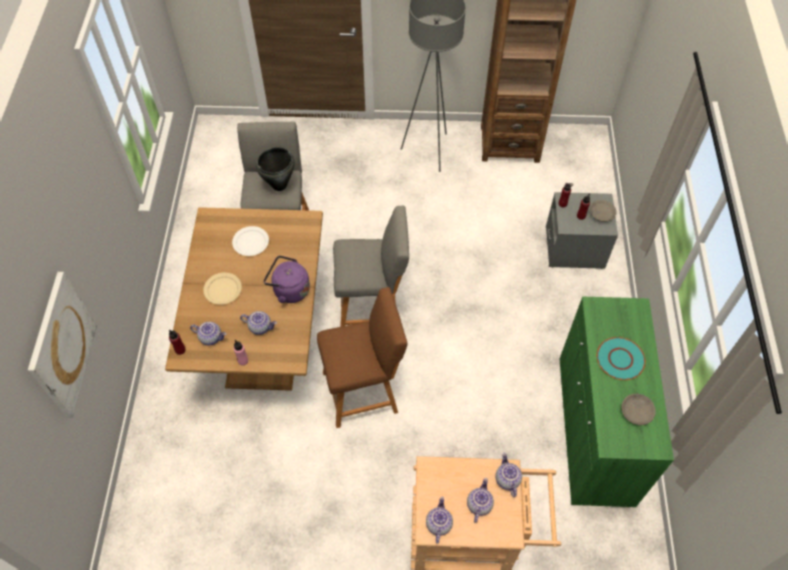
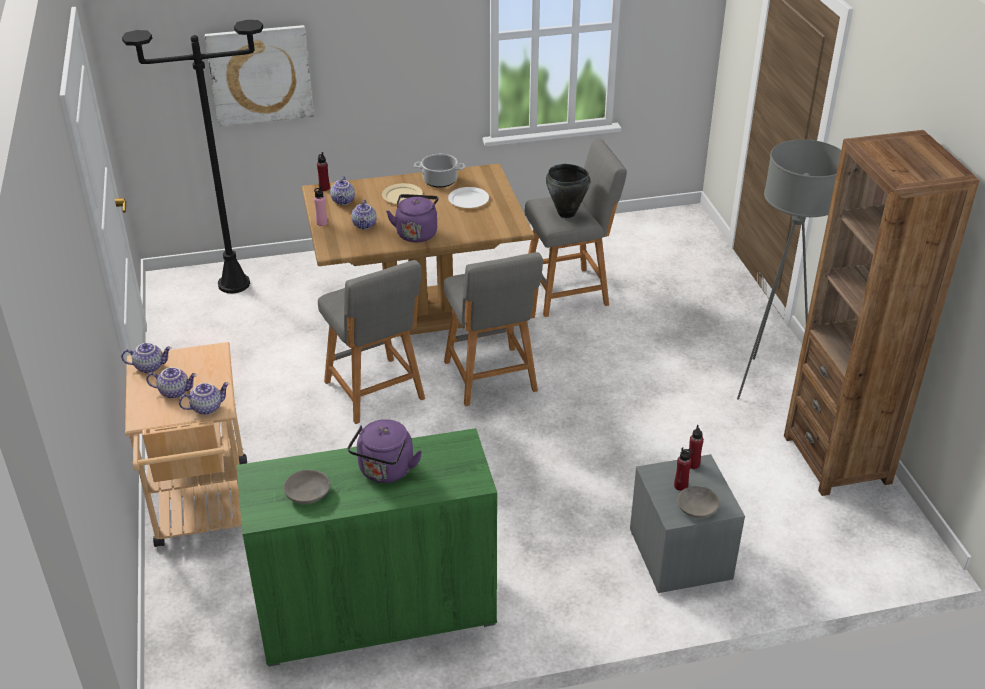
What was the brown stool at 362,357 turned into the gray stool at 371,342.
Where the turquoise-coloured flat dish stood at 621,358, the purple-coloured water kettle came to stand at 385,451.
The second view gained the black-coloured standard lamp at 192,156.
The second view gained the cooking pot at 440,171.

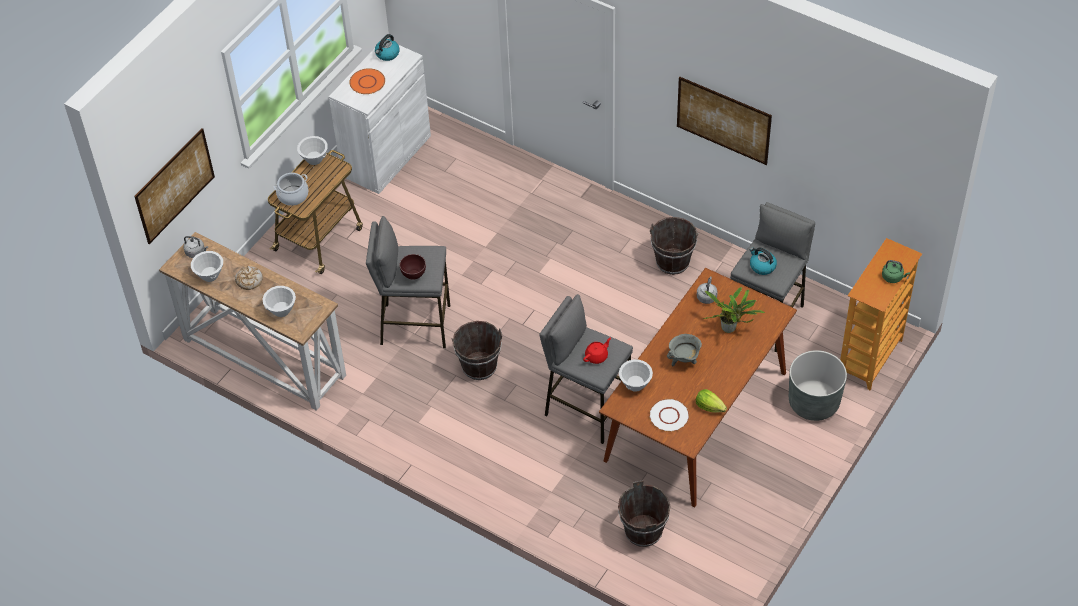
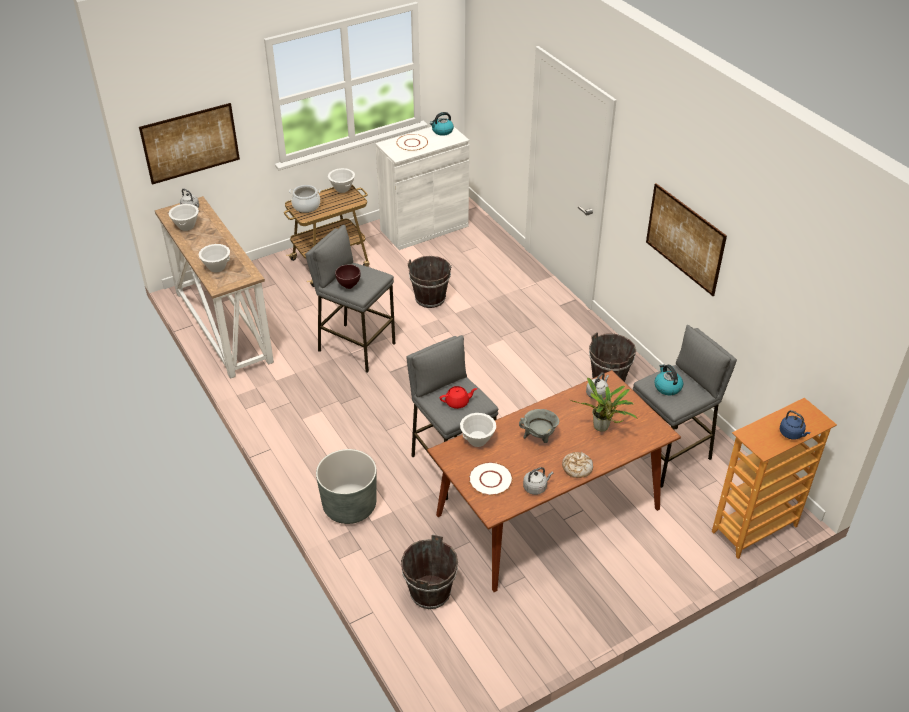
What was the orangey flat dish at 367,81 turned into the white-coloured flat dish at 412,142.
What was the greenish water kettle at 896,271 turned into the bluish water kettle at 795,425.
The baked bread ended up elsewhere, having gone from 249,278 to 577,465.
The brown bucket ended up elsewhere, having gone from 477,350 to 430,282.
The gray planter ended up elsewhere, having gone from 818,385 to 346,486.
Where the lettuce head stood at 711,401, the gray water kettle came to stand at 538,481.

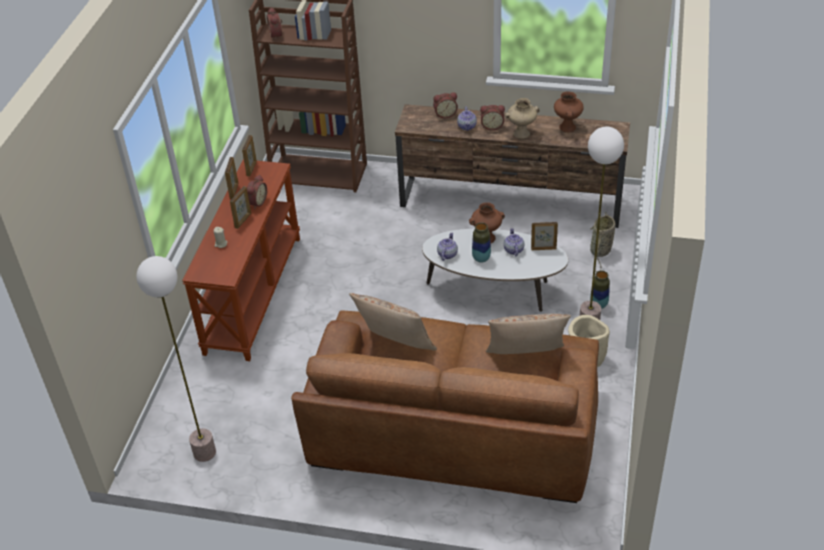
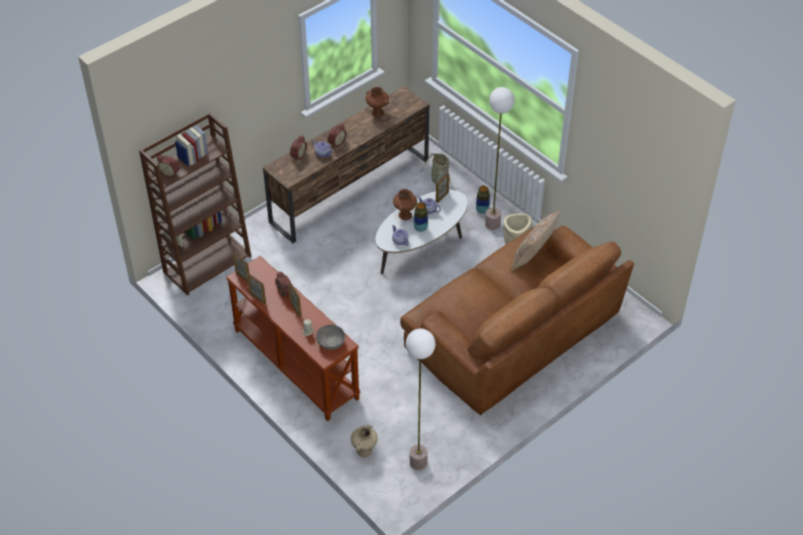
The beige flower vase ended up elsewhere, having gone from 522,118 to 364,441.
The second view lost the beige pillow at 393,321.
The second view gained the gray deep dish at 330,337.

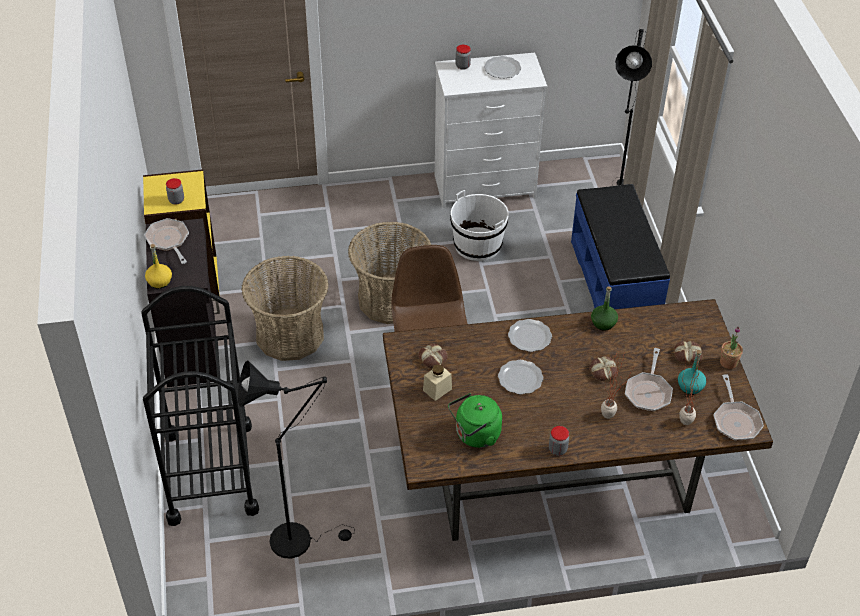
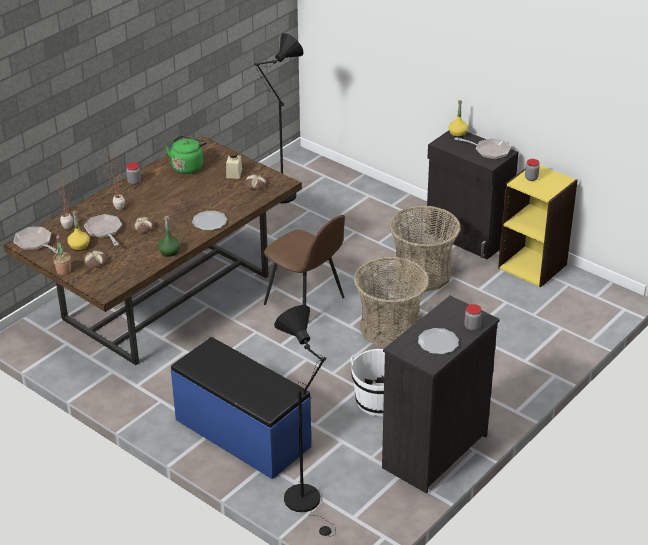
What was the white-coloured dresser at 491,130 turned into the black-coloured dresser at 441,394.
The second view lost the black-coloured trolley at 200,406.
What was the turquoise-coloured drink bottle at 692,372 turned into the yellowish drink bottle at 78,231.
The second view lost the flat dish at 520,377.

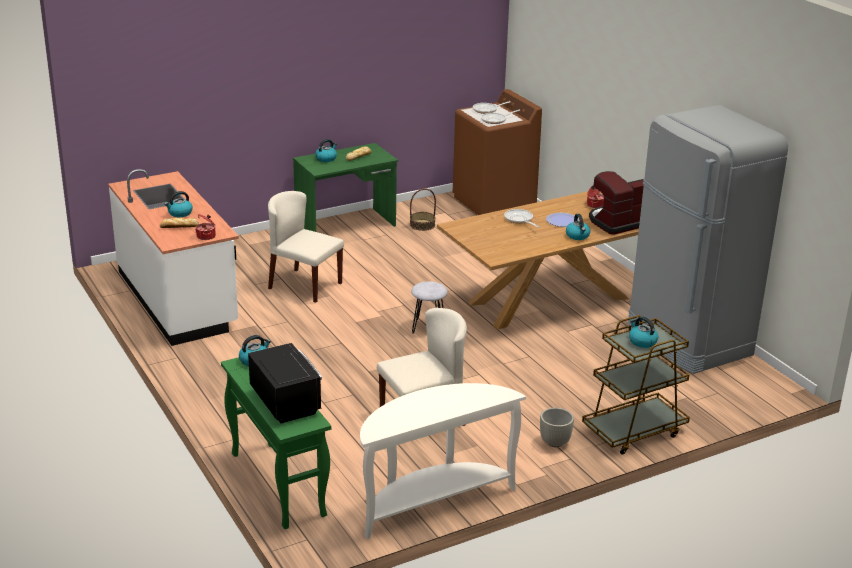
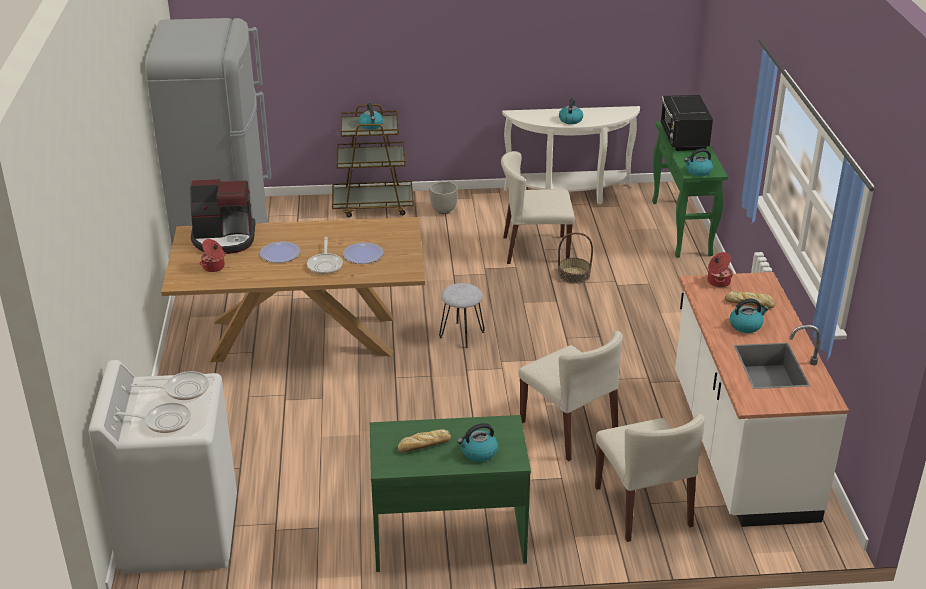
What was the brown laundry machine at 497,152 turned into the white-coloured laundry machine at 163,467.
The storage basket ended up elsewhere, having gone from 423,209 to 575,258.
The water kettle ended up elsewhere, having gone from 578,227 to 571,111.
The second view gained the flat dish at 363,253.
The second view gained the beige upright chair at 650,478.

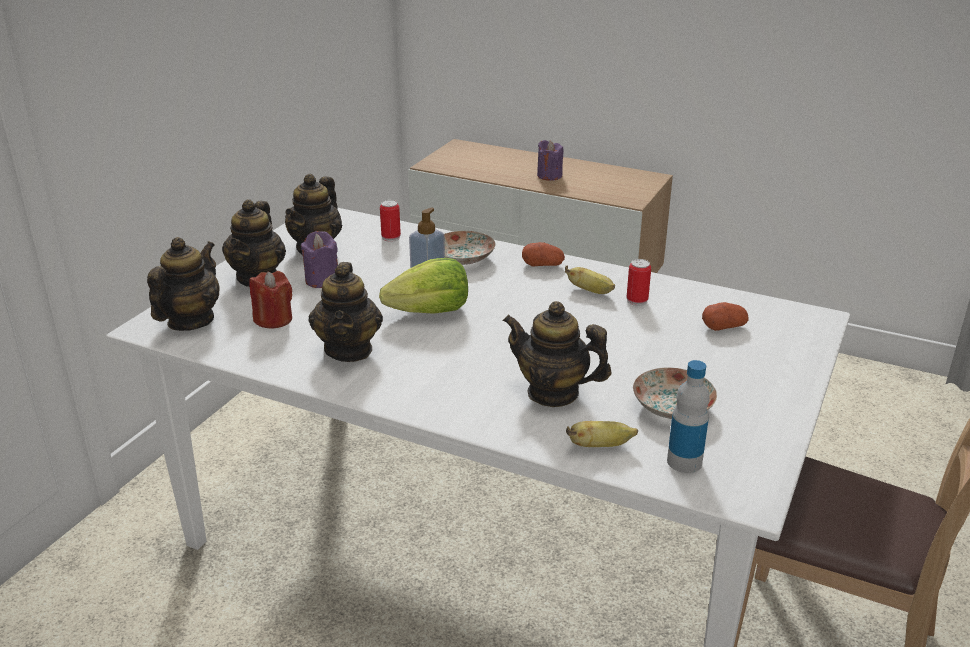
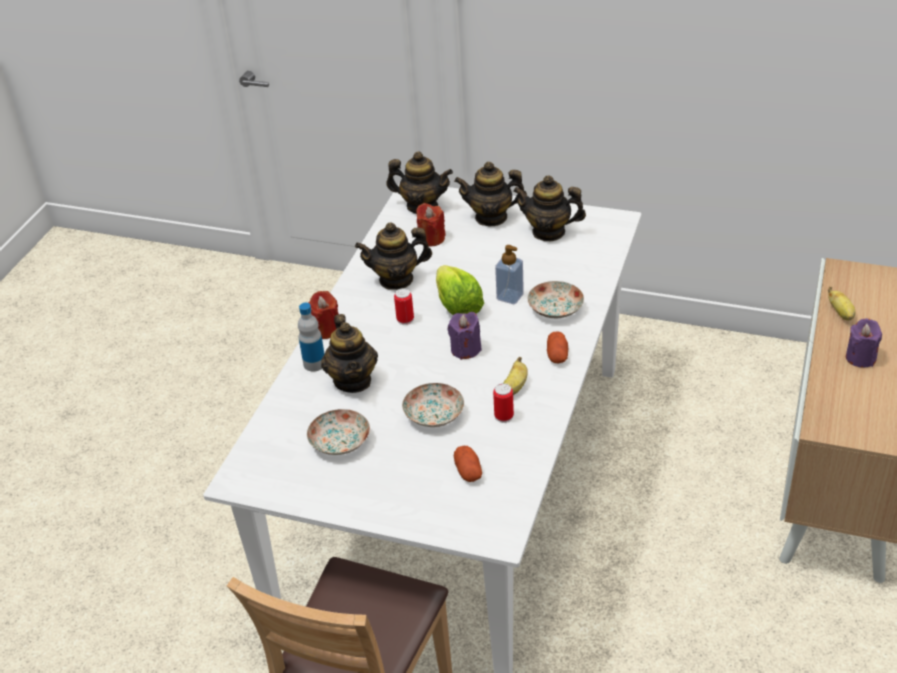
The can ended up elsewhere, having gone from 390,221 to 404,306.
The purple-coloured wax light ended up elsewhere, having gone from 319,259 to 464,336.
The tea pot at 557,354 ended up facing another way, 150 degrees clockwise from before.
The drink bottle ended up elsewhere, having gone from 688,416 to 311,337.
The banana ended up elsewhere, having gone from 602,434 to 841,304.
The second view gained the reddish wax light at 323,315.
The second view gained the flat dish at 433,405.

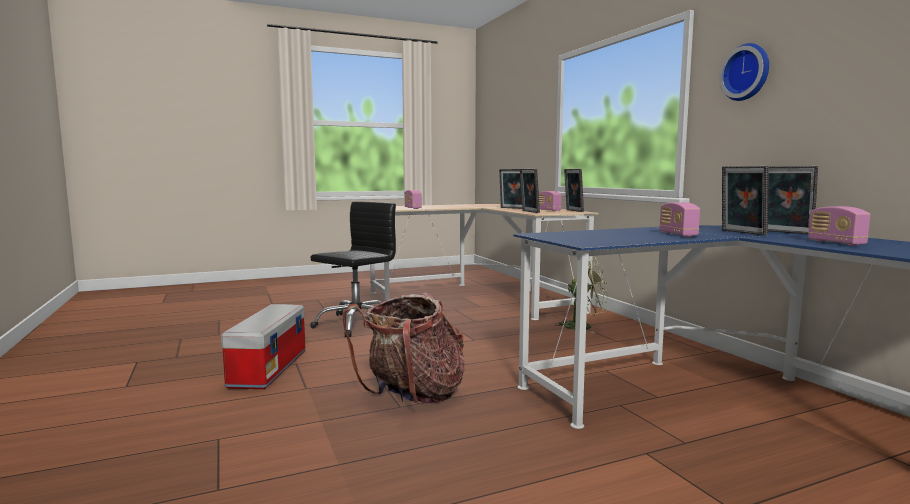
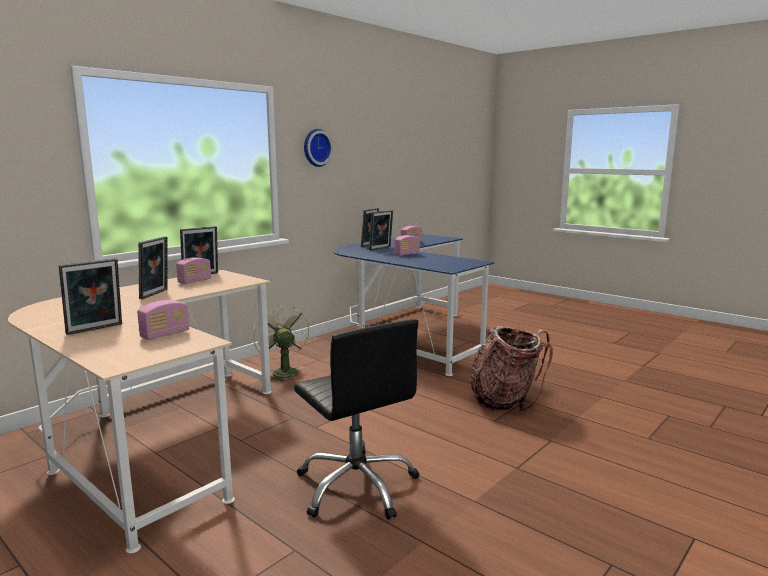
The standing frame ended up elsewhere, having gone from 530,191 to 90,296.
The black-coloured desk chair at 353,269 ended up facing another way, 135 degrees counterclockwise from before.
The second view lost the storage bin at 263,346.

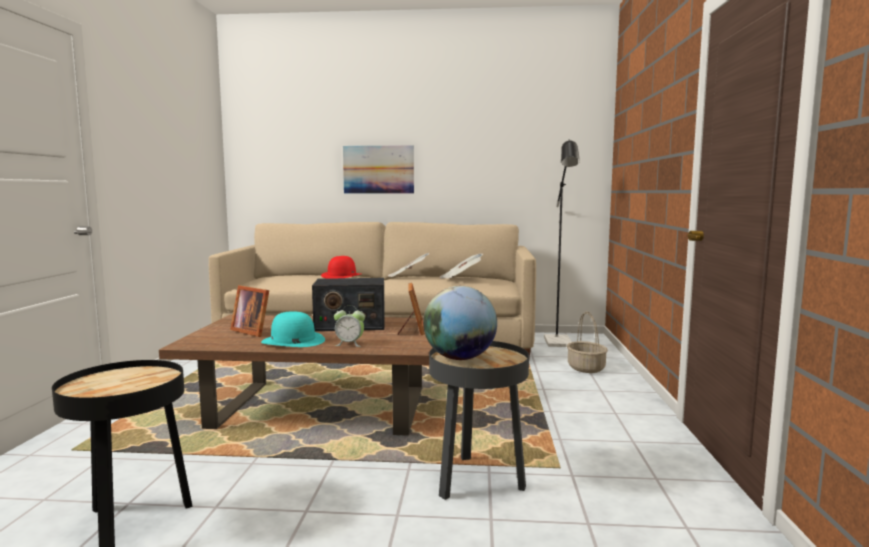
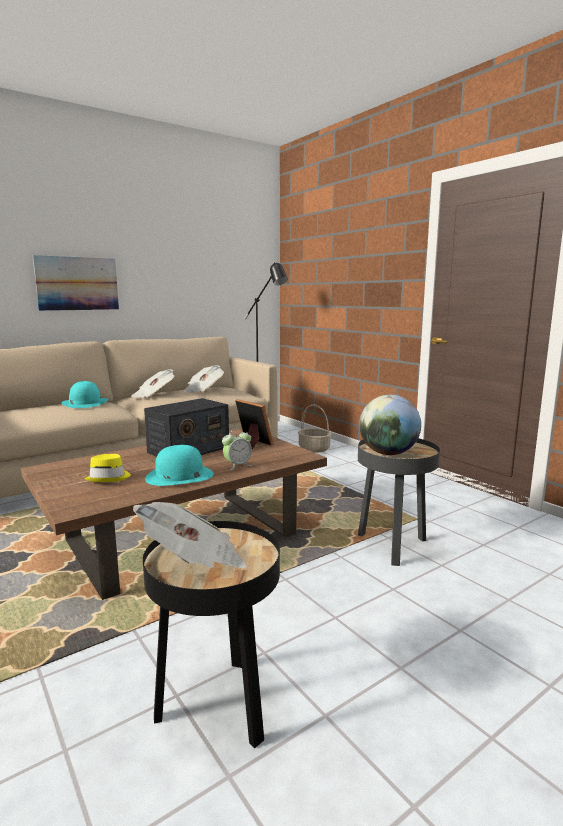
What was the reddish wearable hat at 340,267 turned into the turquoise-coloured wearable hat at 84,394.
Where the standing frame stood at 249,311, the yellowish wearable hat came to stand at 107,468.
The second view gained the printed paper at 190,535.

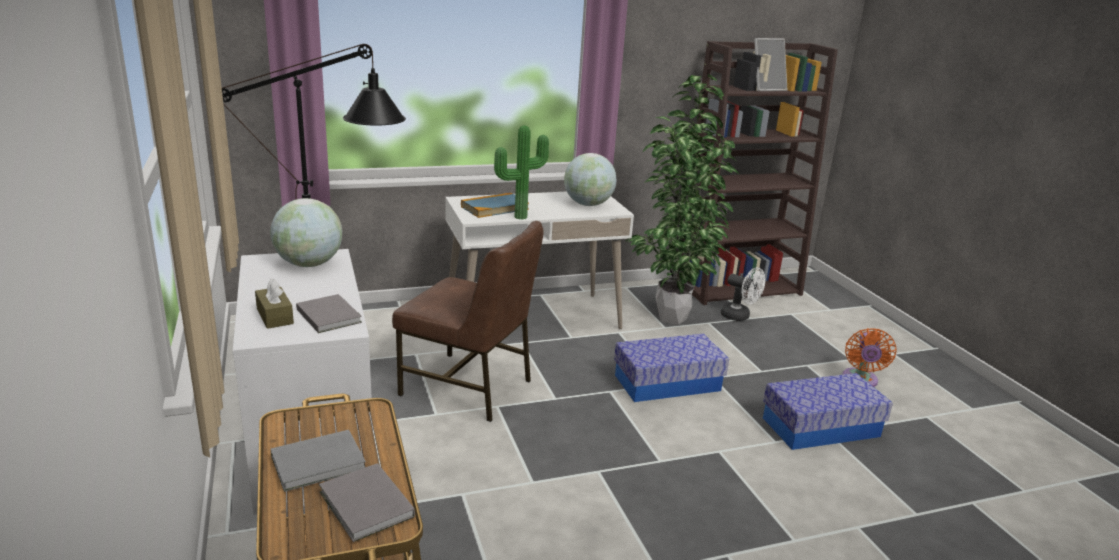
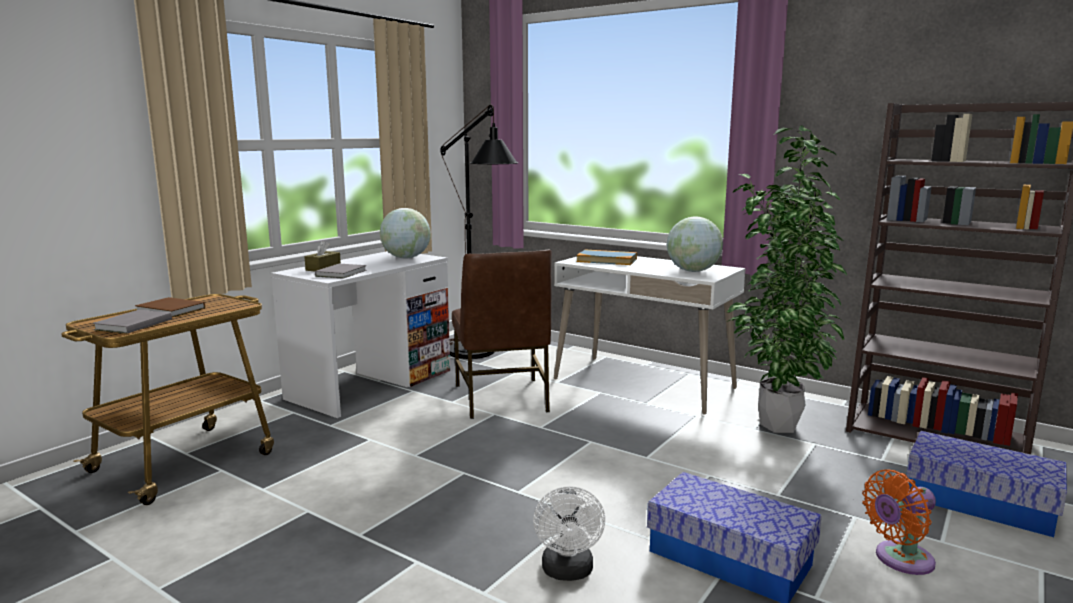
The second view lost the standing frame at 770,64.
The second view lost the houseplant at 521,173.
The white-coloured cooling fan ended up elsewhere, having gone from 743,294 to 569,533.
The storage bin ended up elsewhere, having gone from 671,368 to 986,484.
What was the gray volume at 318,461 turned into the brown volume at 170,307.

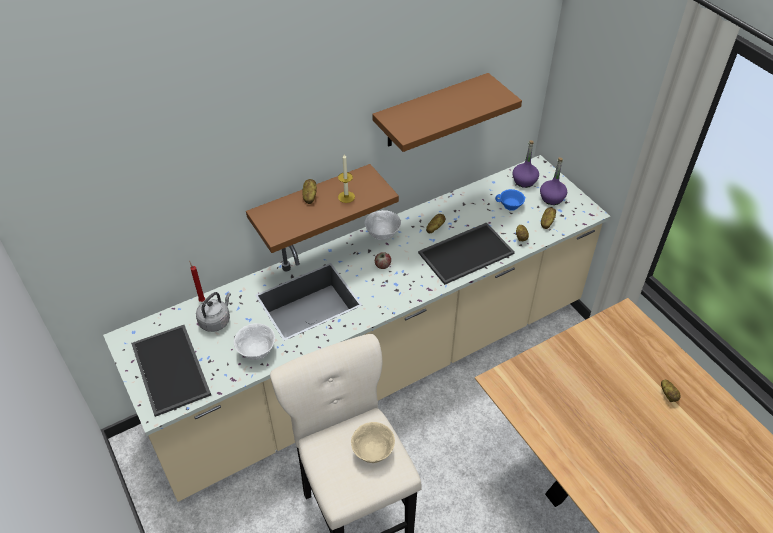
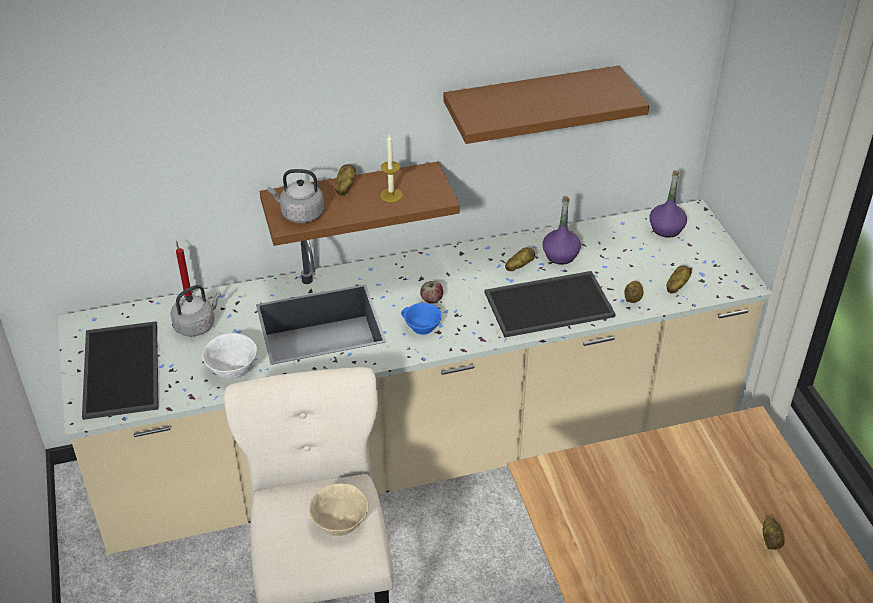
The purple-coloured drink bottle ended up elsewhere, having gone from 553,181 to 561,230.
The bluish drinking cup ended up elsewhere, having gone from 510,200 to 421,319.
The second view lost the white-coloured deep dish at 382,225.
The second view gained the gray water kettle at 295,196.

